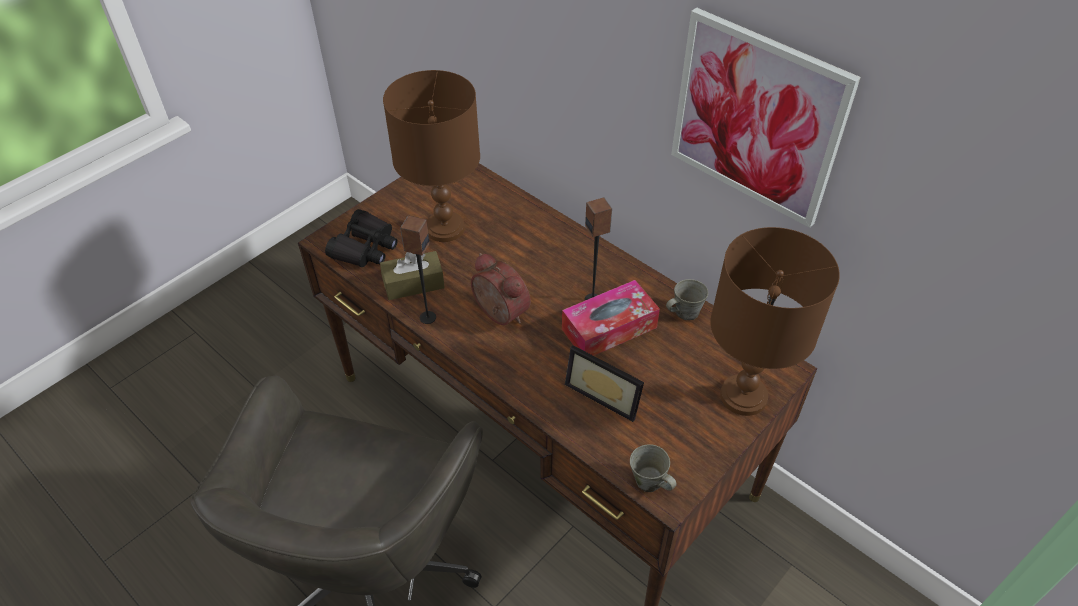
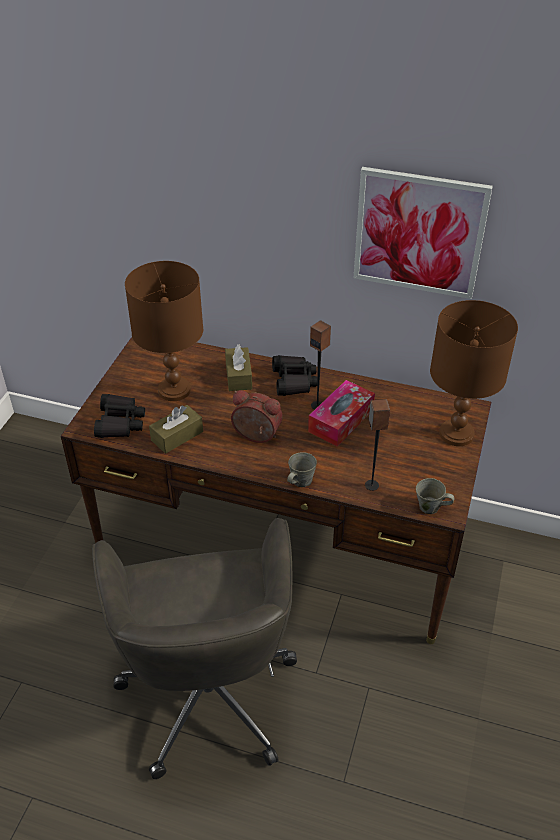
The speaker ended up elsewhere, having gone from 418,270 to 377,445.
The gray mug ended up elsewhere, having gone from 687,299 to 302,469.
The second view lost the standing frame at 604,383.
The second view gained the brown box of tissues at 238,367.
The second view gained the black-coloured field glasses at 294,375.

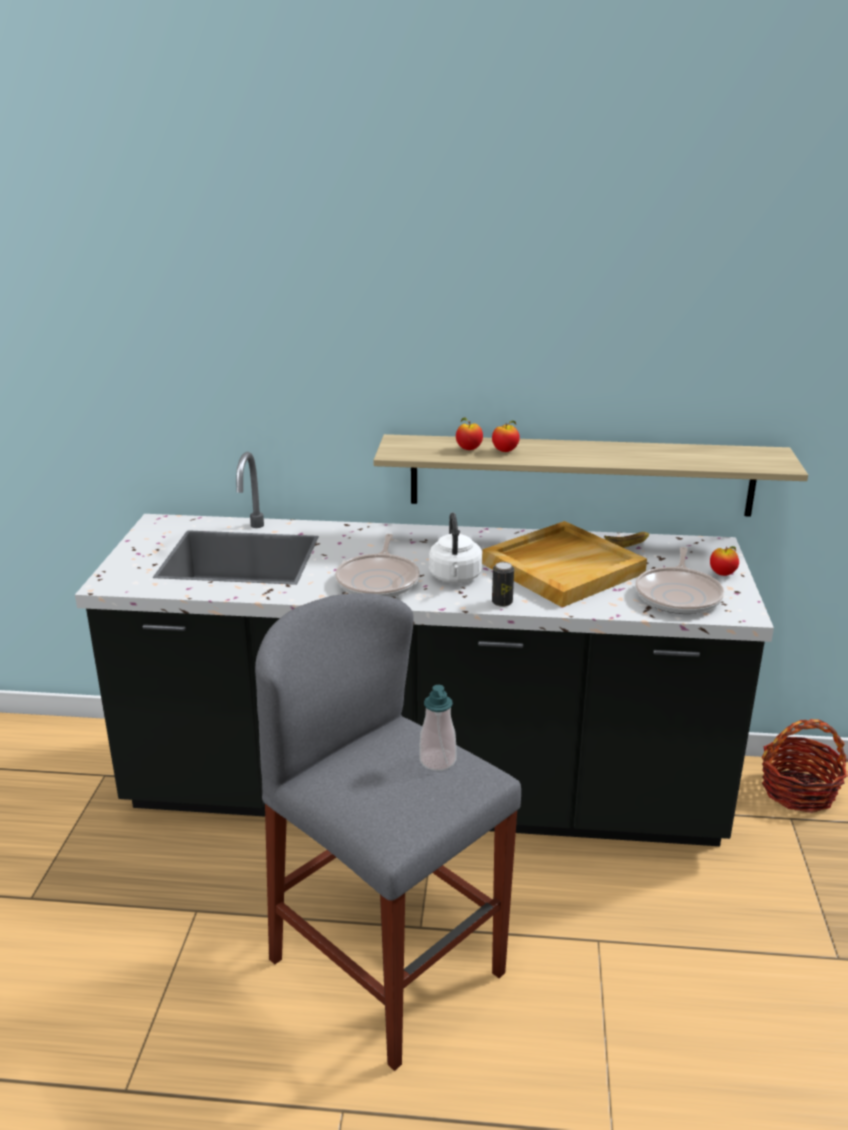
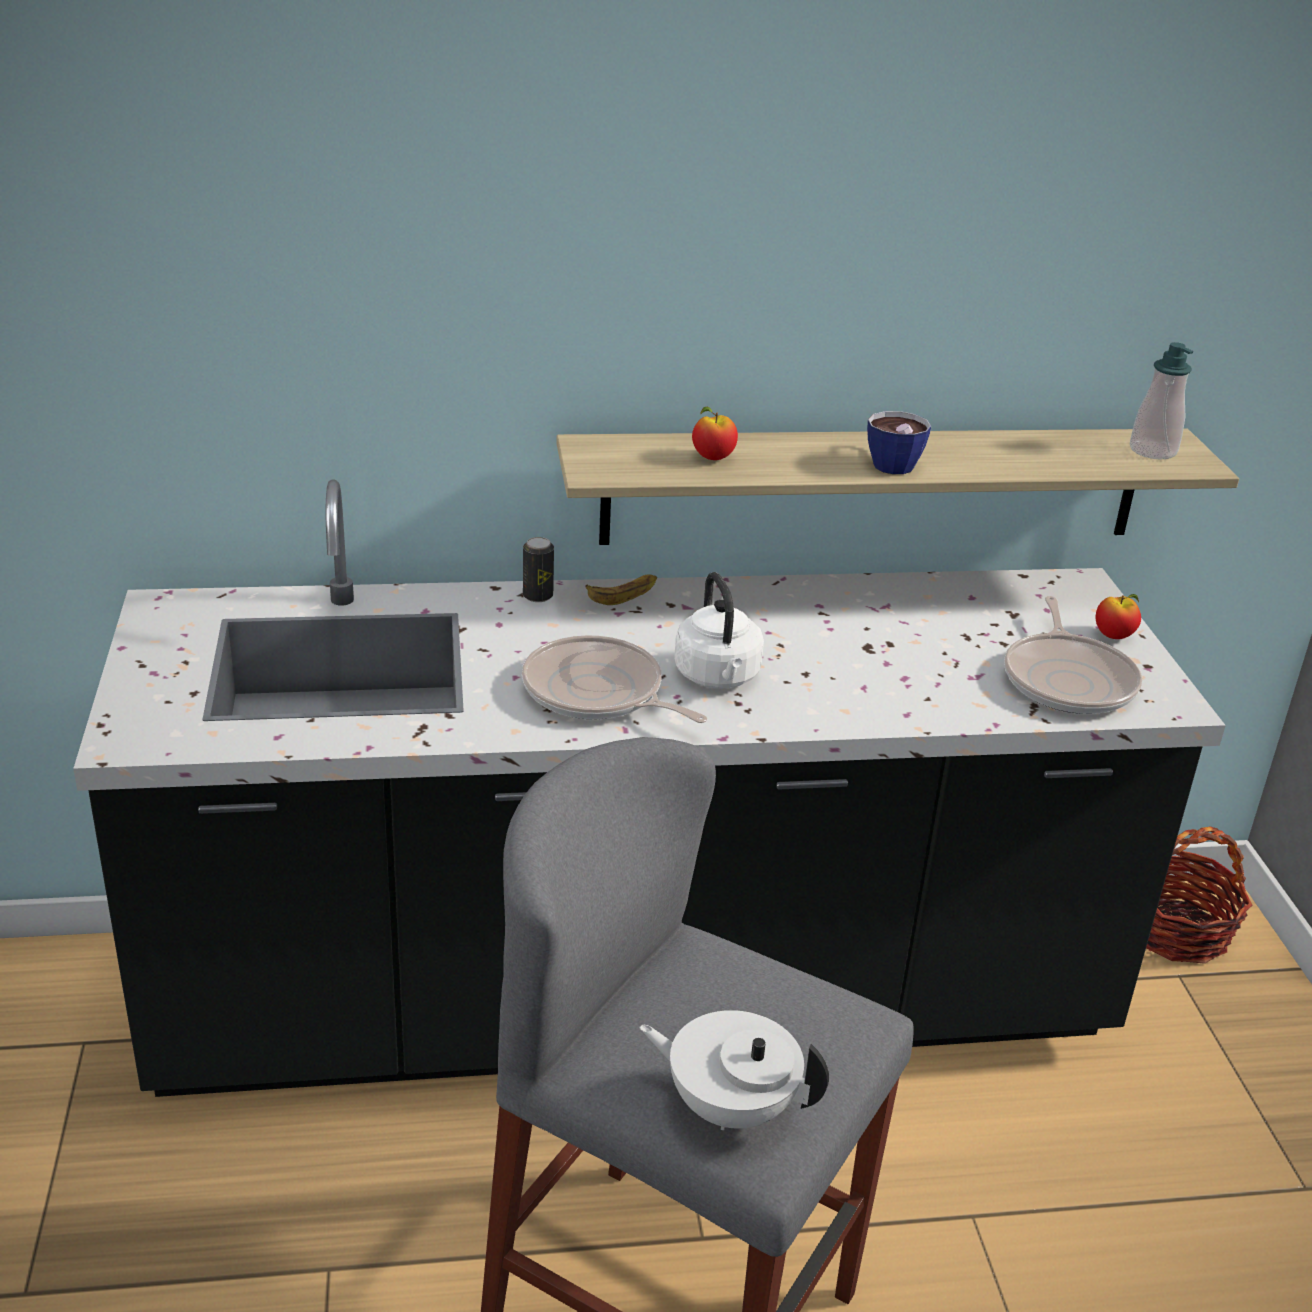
The second view lost the apple at 506,436.
The second view lost the beige serving tray at 564,564.
The banana ended up elsewhere, having gone from 626,540 to 621,589.
The pan at 377,565 ended up facing another way, 135 degrees clockwise from before.
The can ended up elsewhere, having gone from 503,584 to 538,569.
The soap bottle ended up elsewhere, having gone from 438,728 to 1162,401.
The second view gained the drinking cup at 899,442.
The second view gained the white-coloured tea pot at 734,1070.

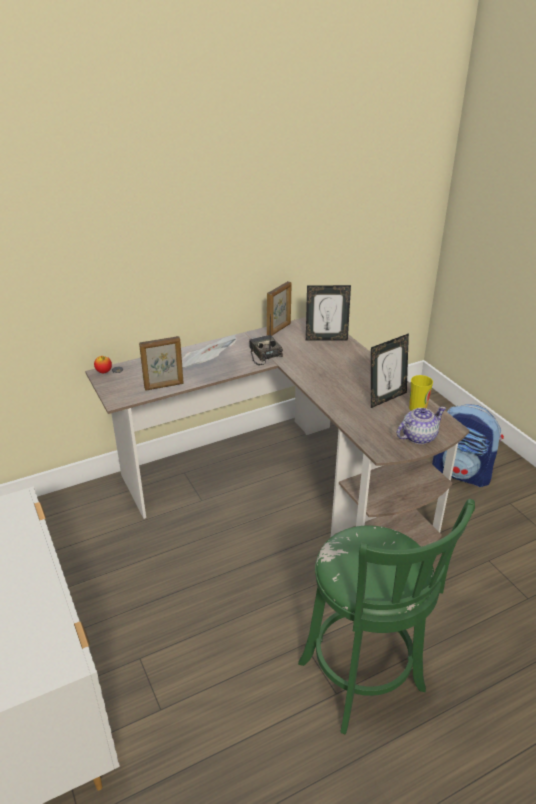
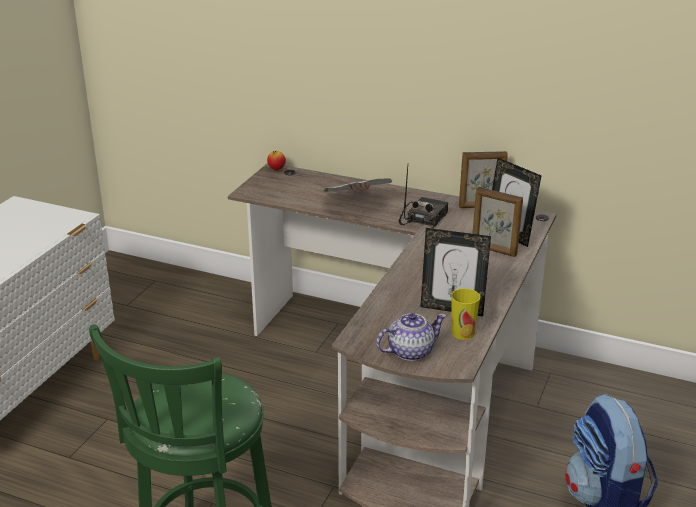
The standing frame ended up elsewhere, having gone from 161,363 to 497,222.
The tea pot at 421,425 ended up facing another way, 45 degrees counterclockwise from before.

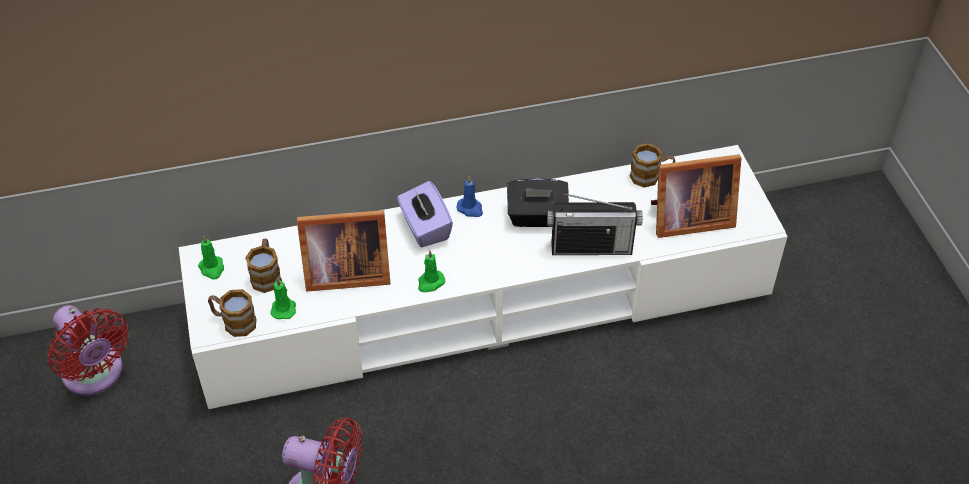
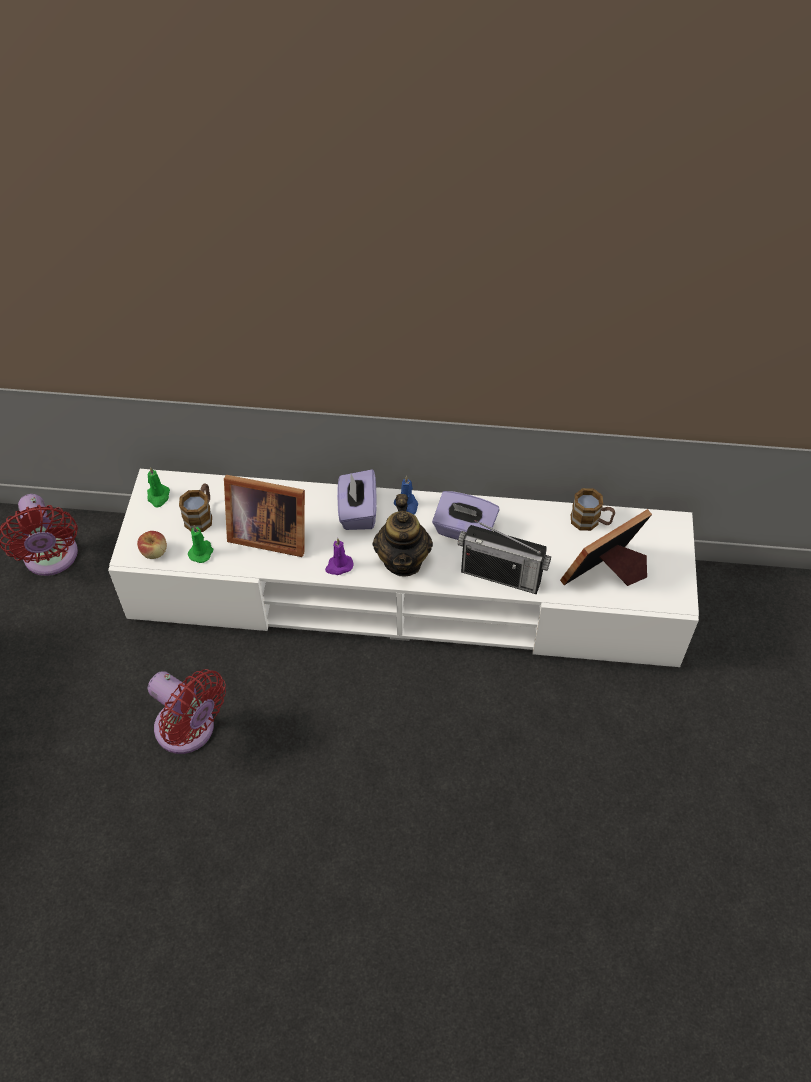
The standing frame at 696,196 ended up facing another way, 135 degrees clockwise from before.
What was the black-coloured box of tissues at 538,202 turned into the purple-coloured box of tissues at 465,515.
What was the greenish wax light at 431,271 turned into the purple-coloured wax light at 339,556.
Where the mug stood at 232,313, the apple came to stand at 152,545.
The second view gained the tea pot at 403,535.

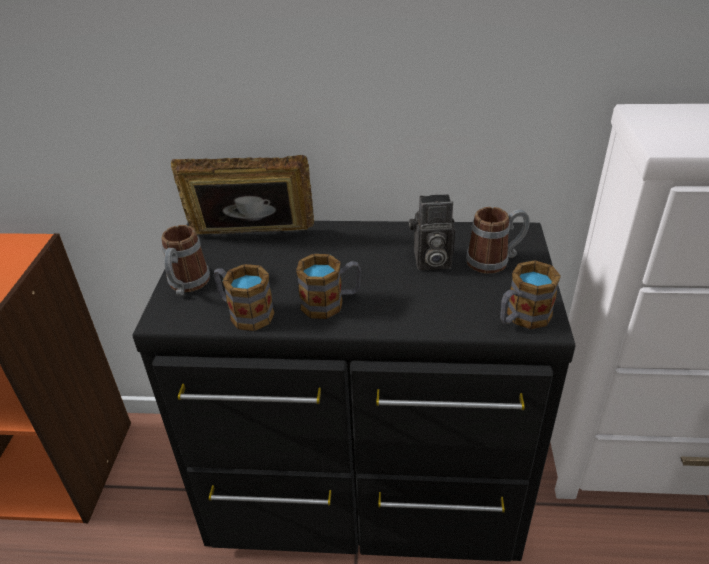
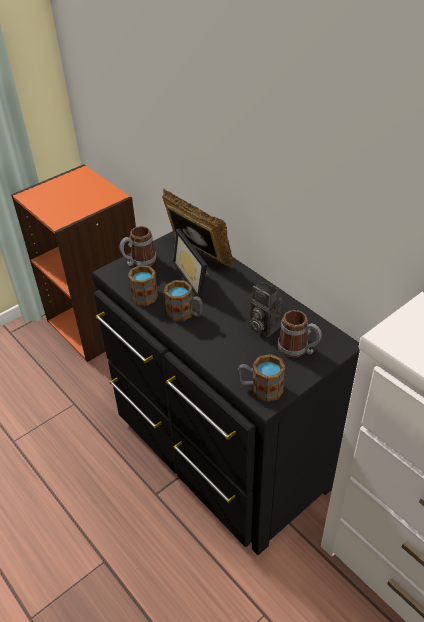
The second view gained the standing frame at 191,264.

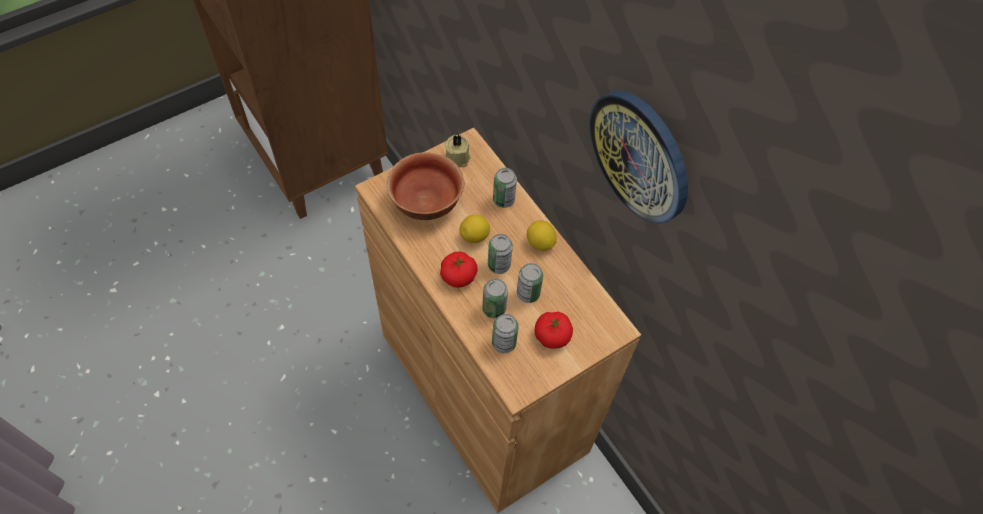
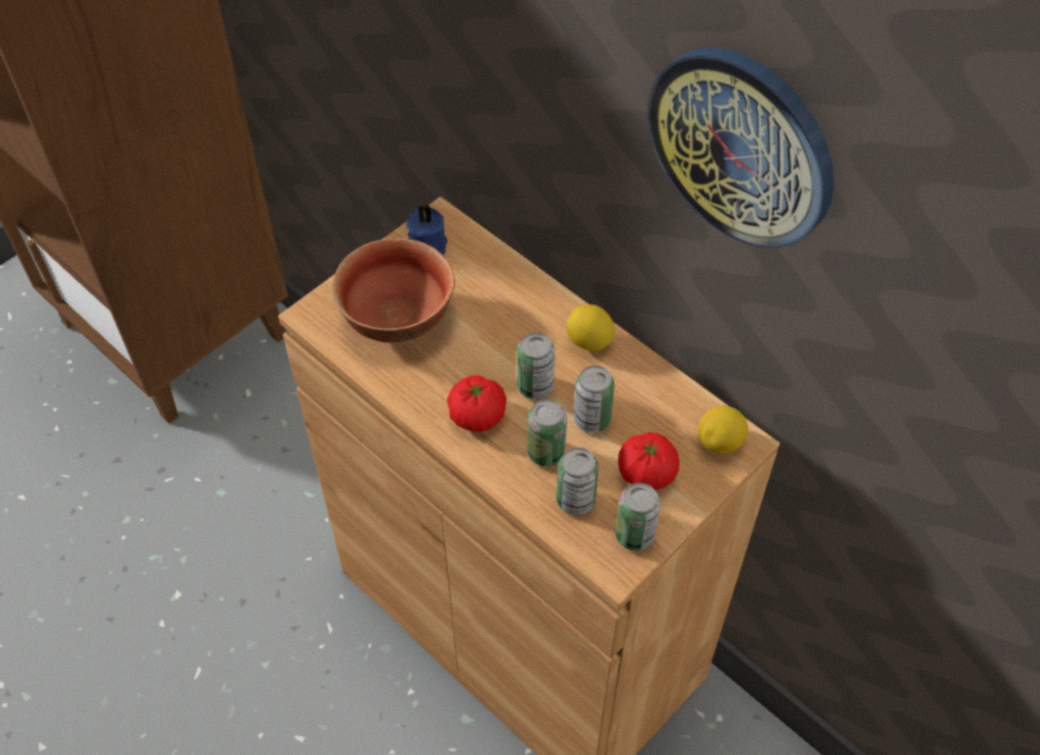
What was the beige wax light at 458,151 turned into the bluish wax light at 427,230.
The can ended up elsewhere, having gone from 505,188 to 638,517.
The lemon ended up elsewhere, having gone from 474,229 to 723,430.

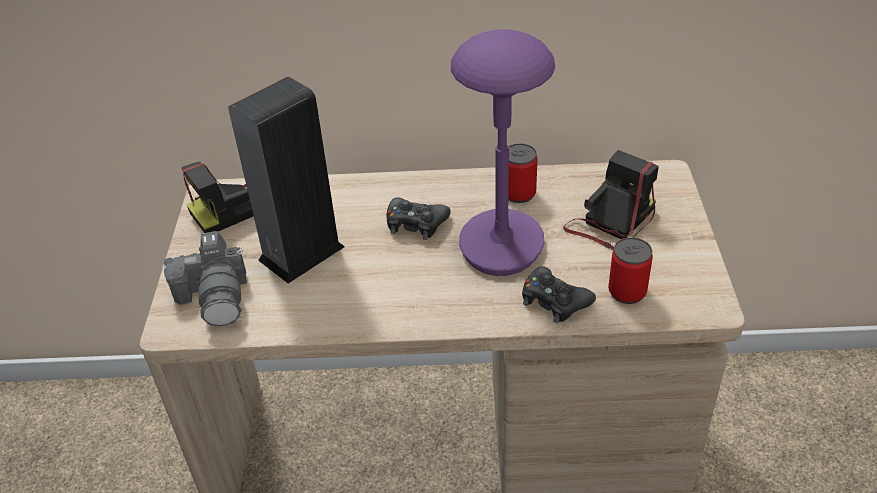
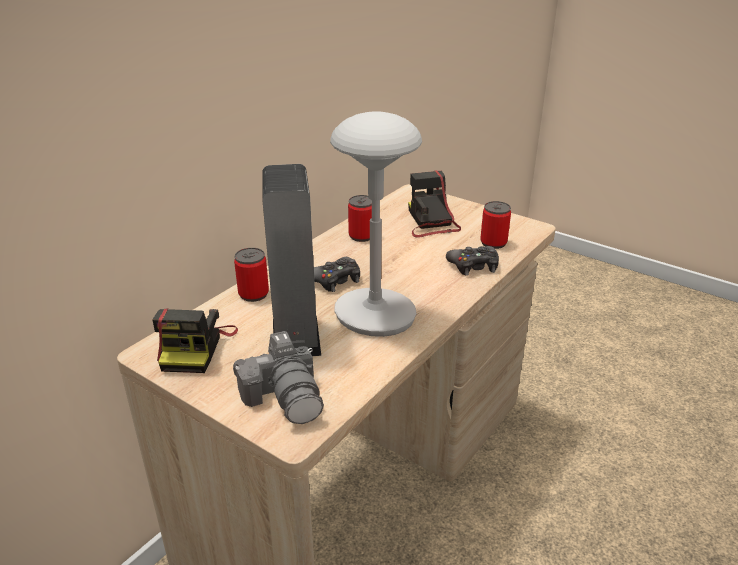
The second view lost the purple-coloured tabletop lamp at 503,152.
The photo camera at 204,278 ended up facing another way, 45 degrees clockwise from before.
The second view gained the gray tabletop lamp at 376,224.
The second view gained the can at 251,275.

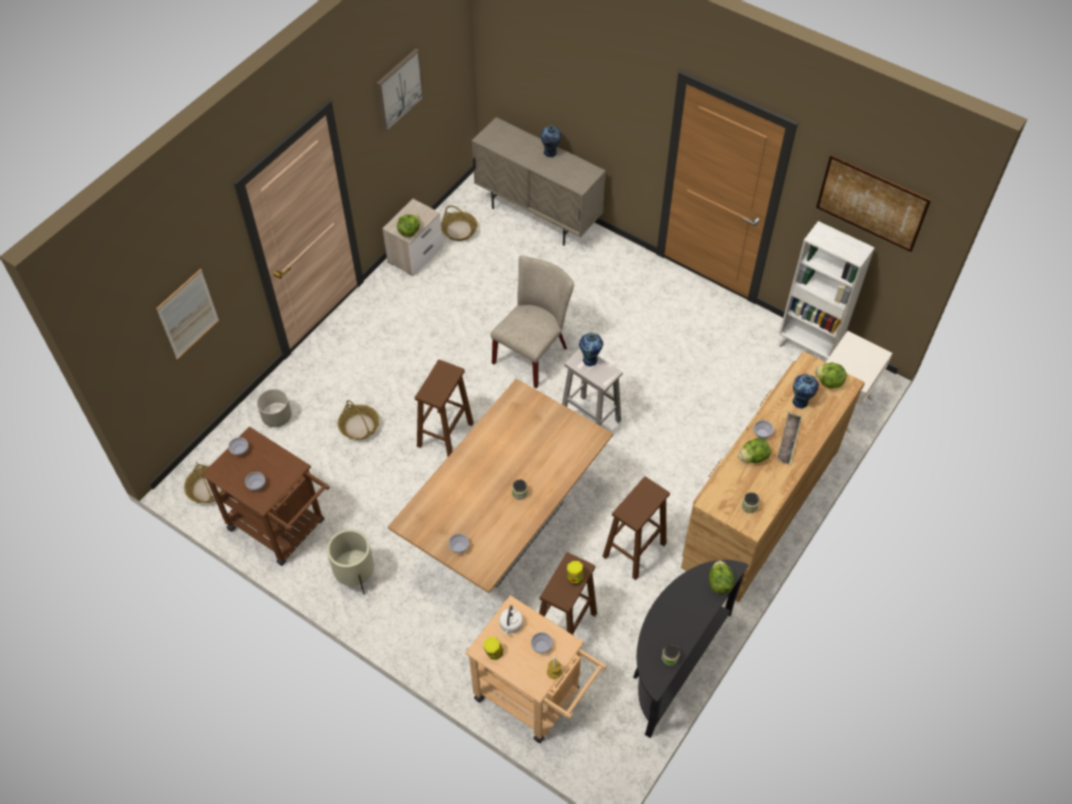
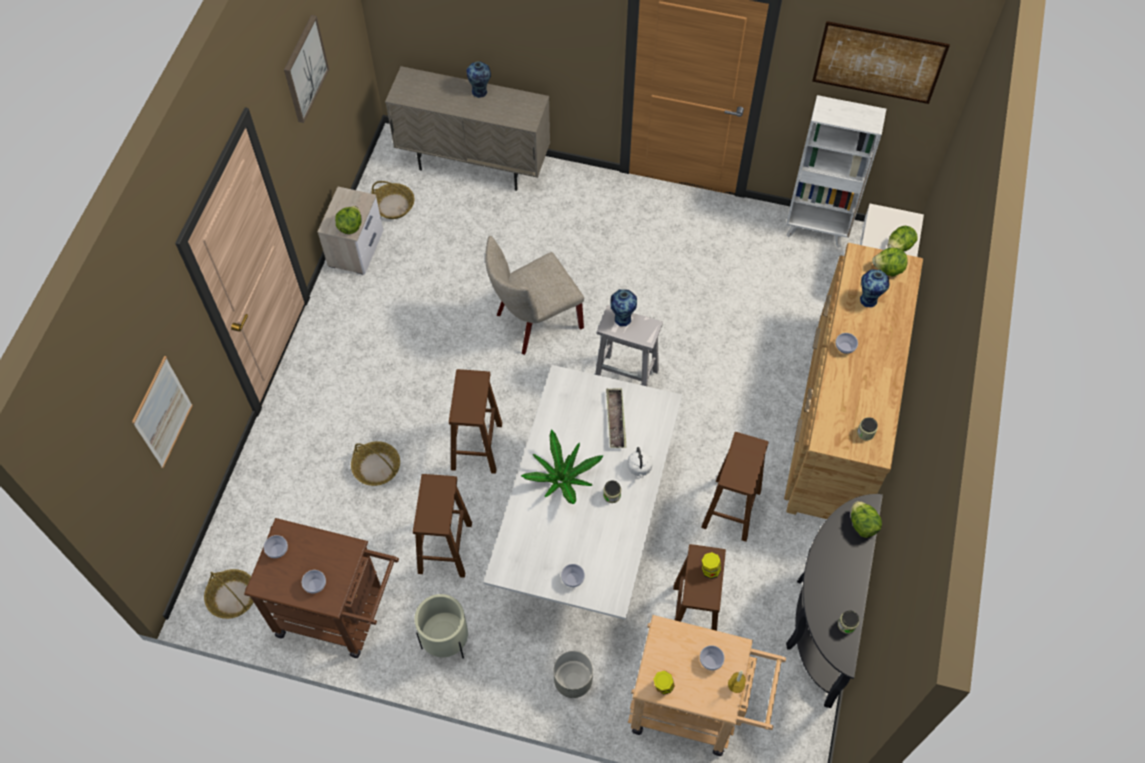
The beige upright chair at 532,322 ended up facing another way, 135 degrees counterclockwise from before.
What was the brown dinner table at 500,486 turned into the white-coloured dinner table at 582,492.
The gray planter ended up elsewhere, having gone from 274,408 to 573,674.
The serving tray ended up elsewhere, having gone from 789,438 to 616,418.
The lettuce head ended up elsewhere, having gone from 754,450 to 903,238.
The white-coloured water kettle ended up elsewhere, having gone from 511,620 to 640,463.
The second view gained the houseplant at 562,466.
The second view gained the brown stool at 442,526.

